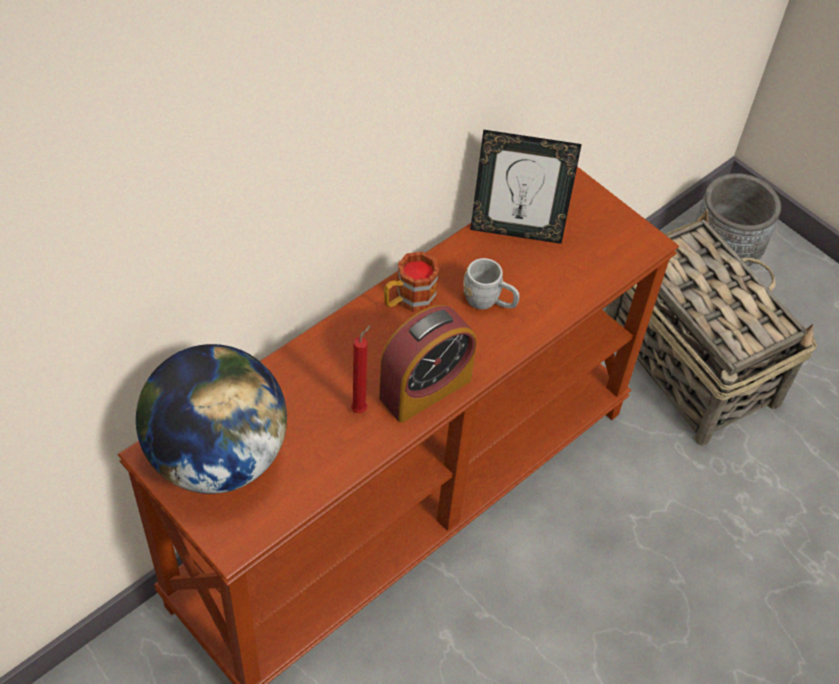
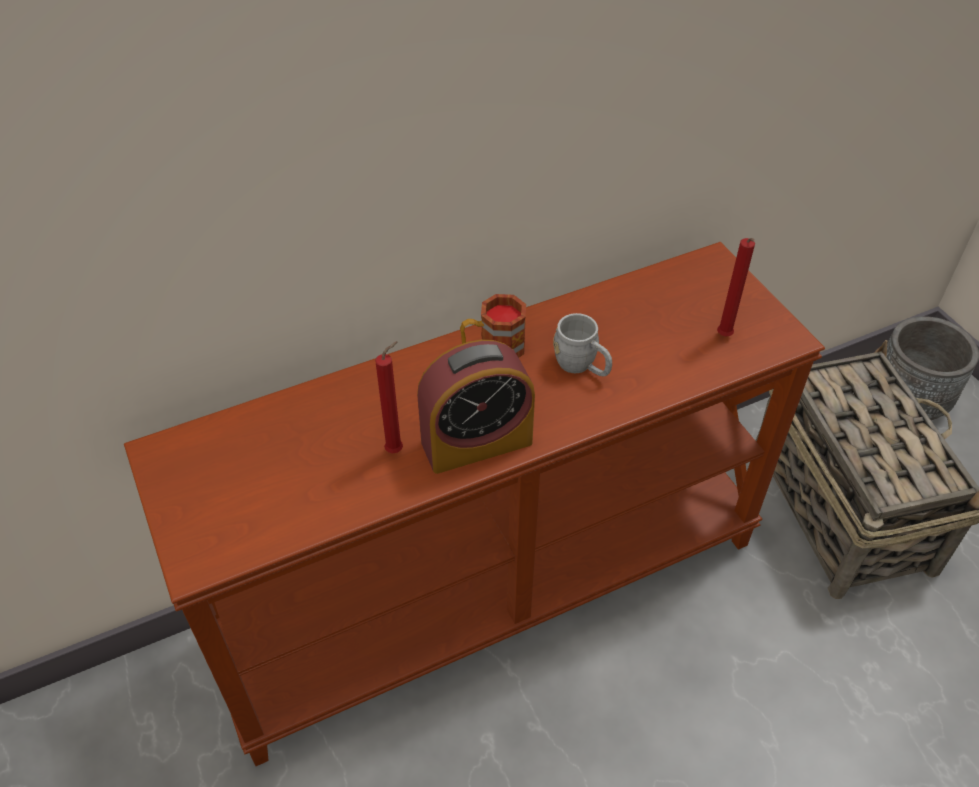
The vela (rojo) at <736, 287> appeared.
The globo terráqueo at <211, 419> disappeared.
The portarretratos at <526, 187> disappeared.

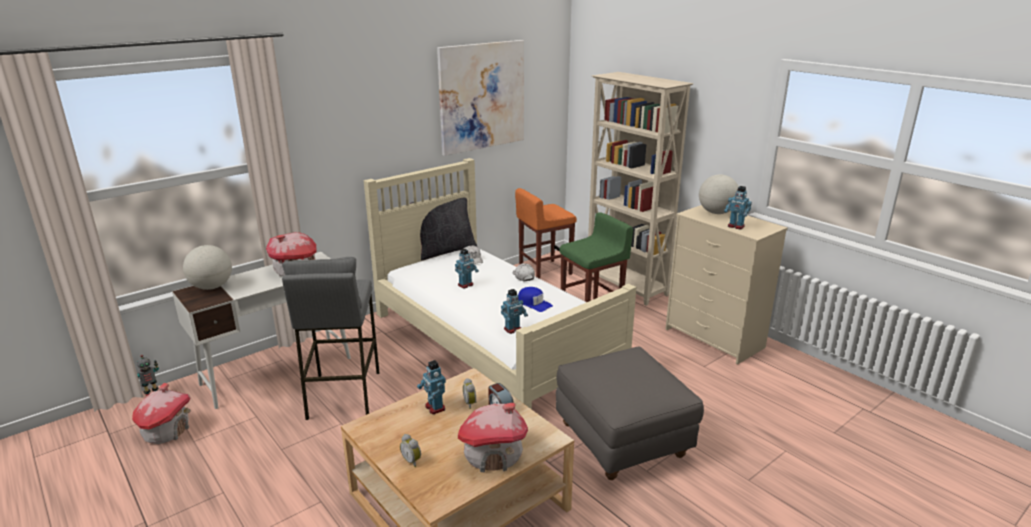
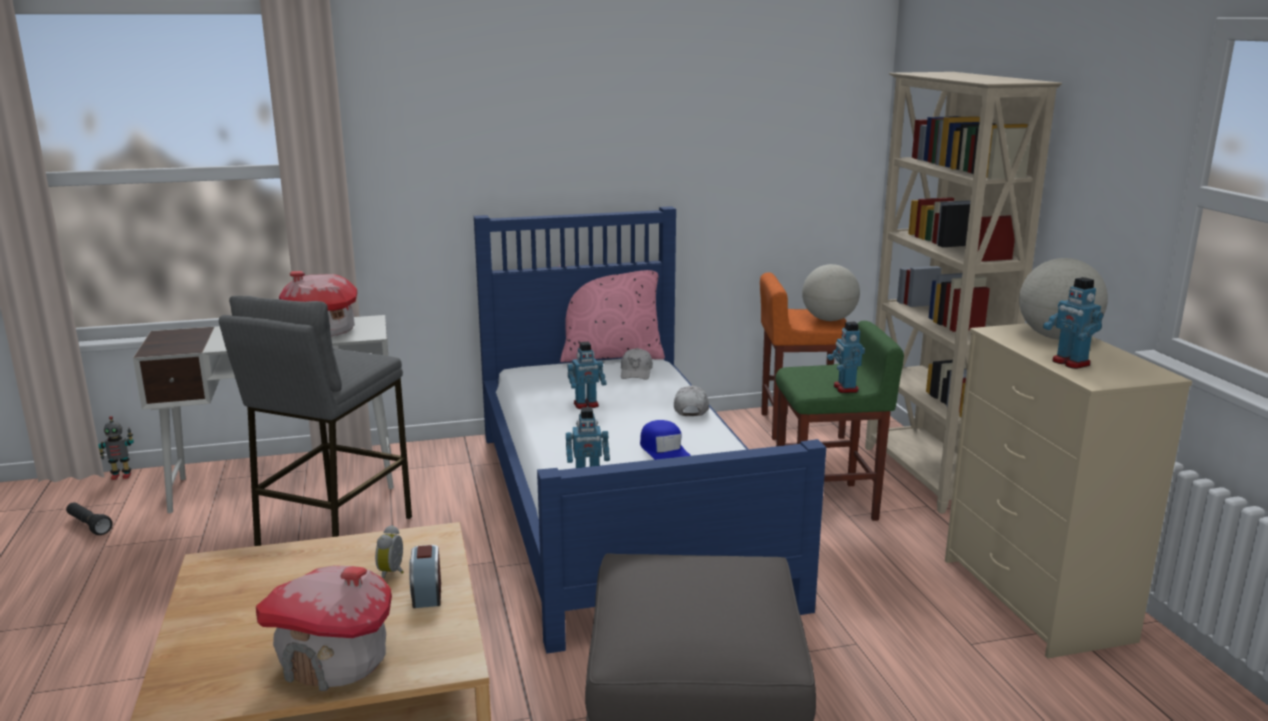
The casita at <161, 413> was replaced by the linterna (negro) at <89, 518>.
The cama (beis) at <500, 283> became the cama (azul) at <650, 430>.
The cojín (negro) at <444, 229> became the cojín (rosa) at <611, 314>.
The globo terráqueo moved from <207, 267> to <831, 292>.
The robot de juguete moved from <431, 387> to <846, 357>.
The despertador at <410, 450> disappeared.
The cuadro at <480, 98> disappeared.

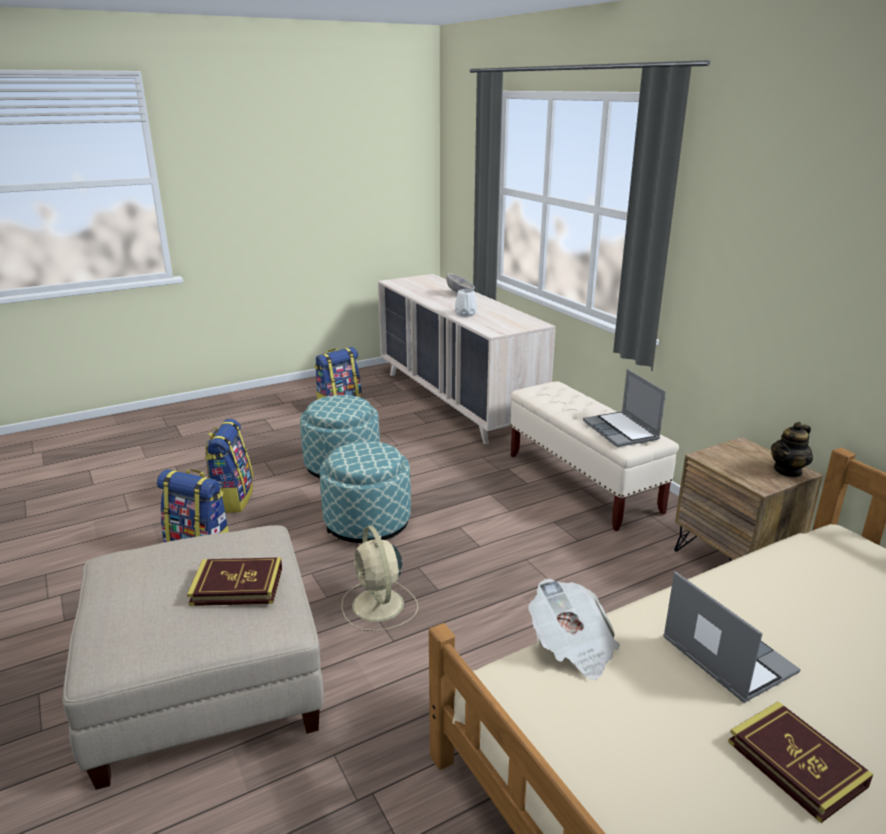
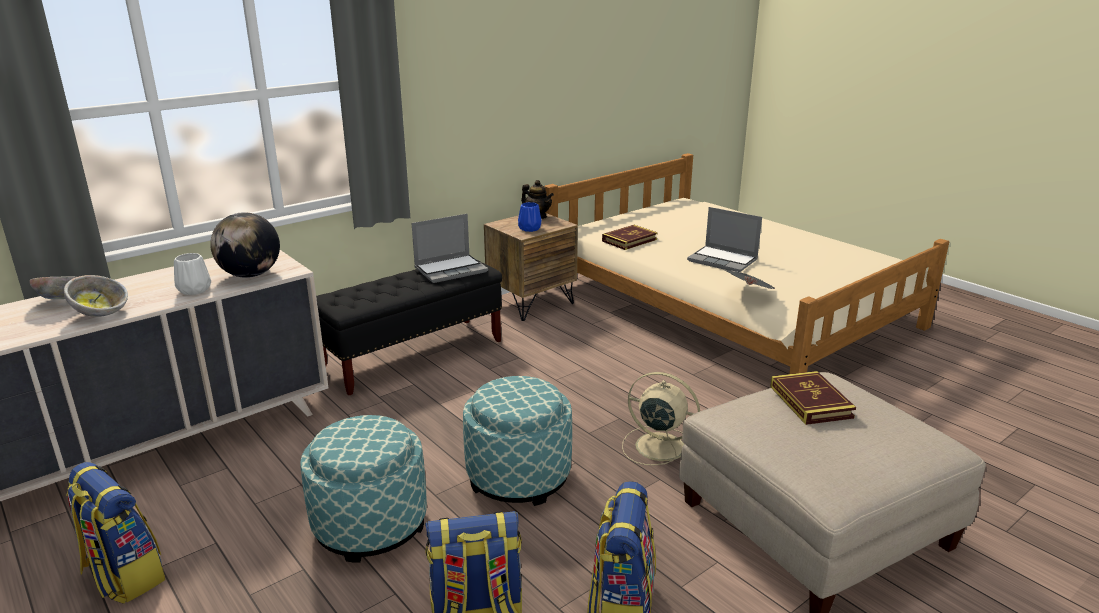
The cuenco at <96, 296> appeared.
The globo terráqueo at <245, 245> appeared.
The banco (beis) at <594, 456> became the banco (negro) at <409, 327>.
The florero (azul) at <530, 217> appeared.
The libro moved from <800, 762> to <630, 237>.
The ventilador (beis) at <379, 578> turned 120 degrees counterclockwise.
The portátil at <732, 637> turned 105 degrees counterclockwise.

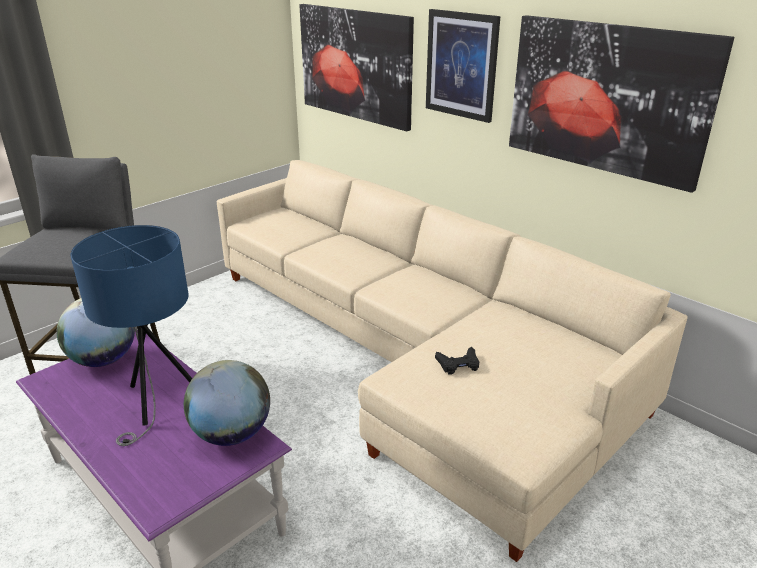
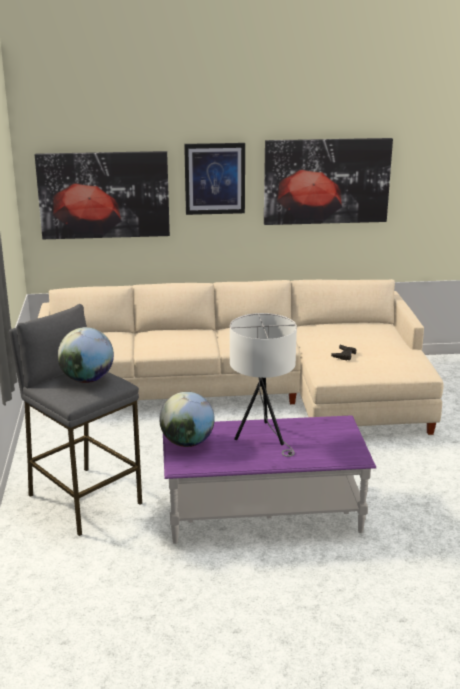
The globo terráqueo moved from <227, 403> to <85, 355>.
The lámpara de mesa (azul) at <131, 335> became the lámpara de mesa (blanco) at <263, 385>.

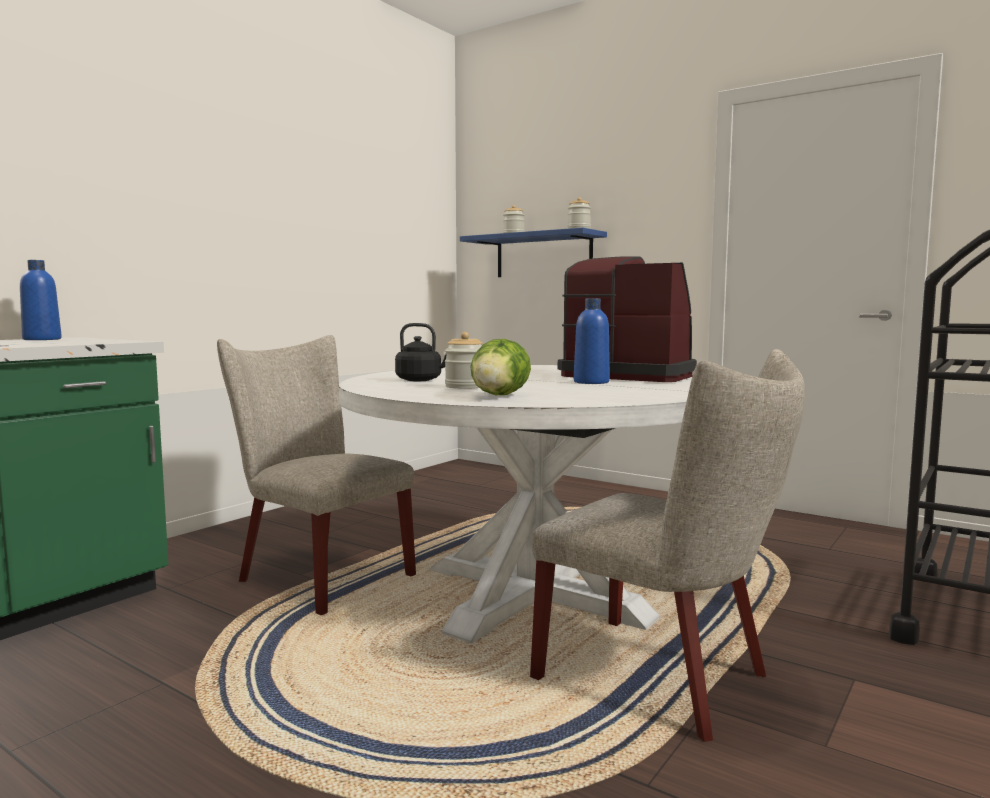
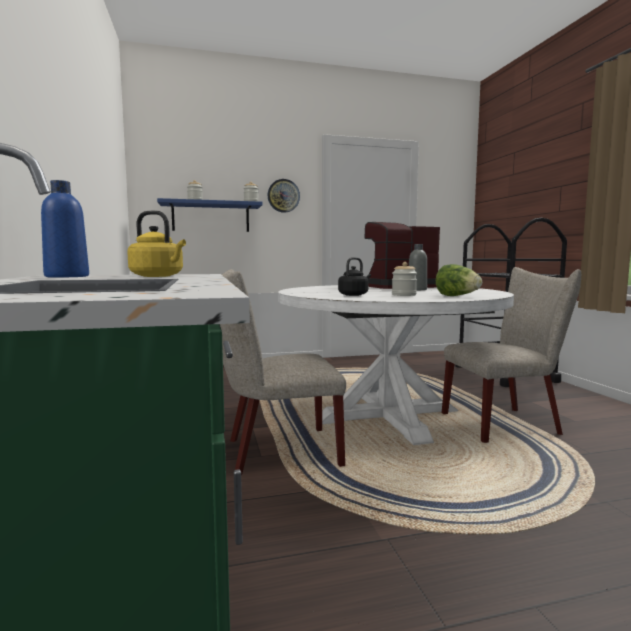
The hervidor (amarillo) at <156, 244> appeared.
The reloj de pared at <283, 196> appeared.
The botella (azul) at <592, 341> became the botella (gris) at <418, 267>.

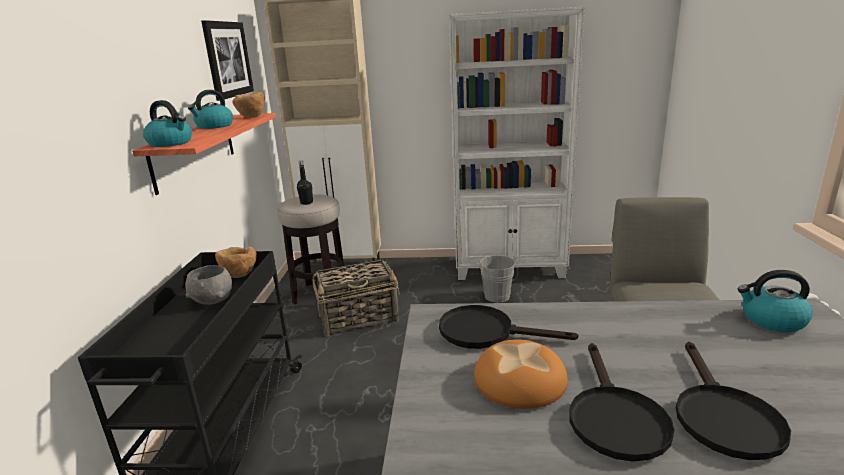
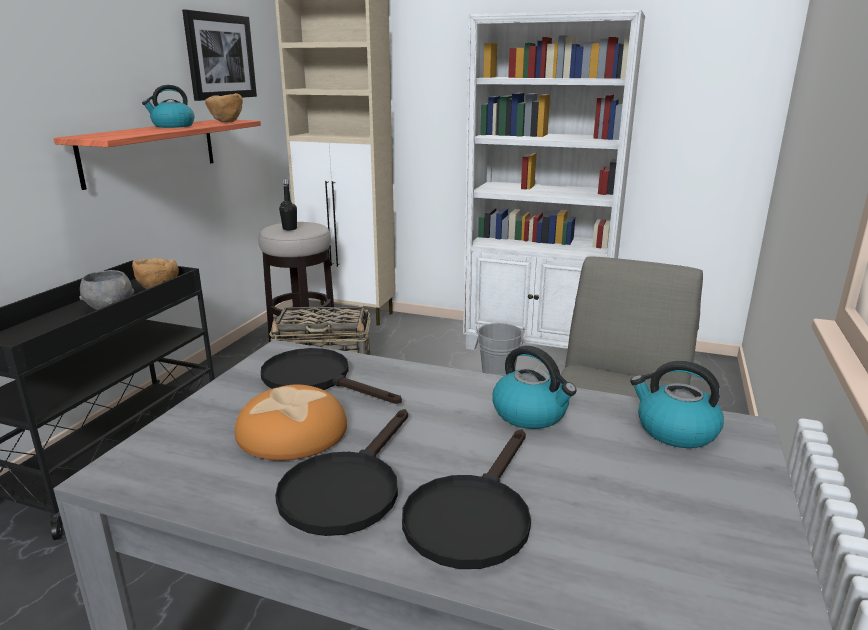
The hervidor moved from <167, 123> to <534, 387>.

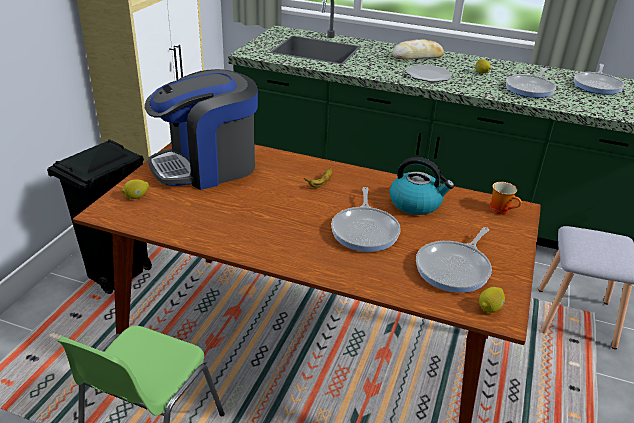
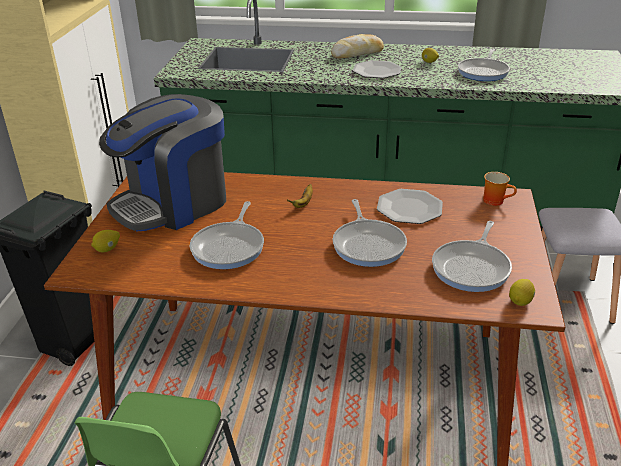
The sartén moved from <599, 79> to <227, 235>.
The hervidor at <421, 186> was replaced by the plato at <410, 206>.

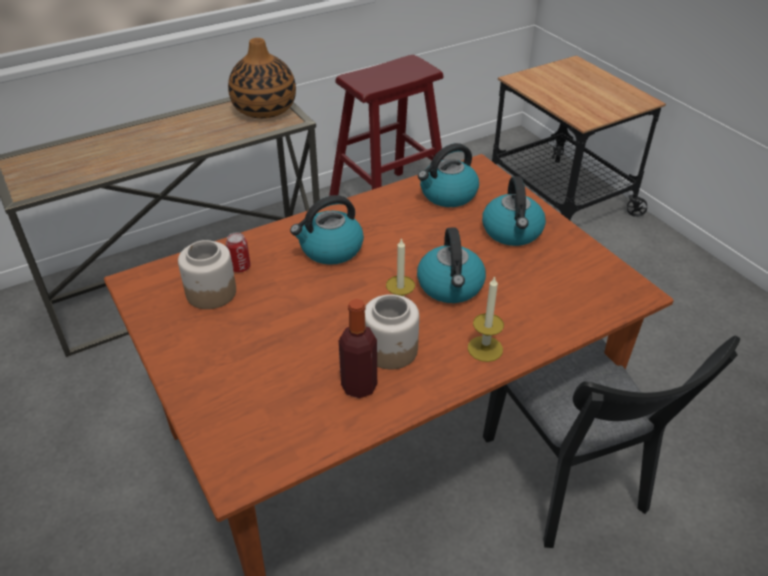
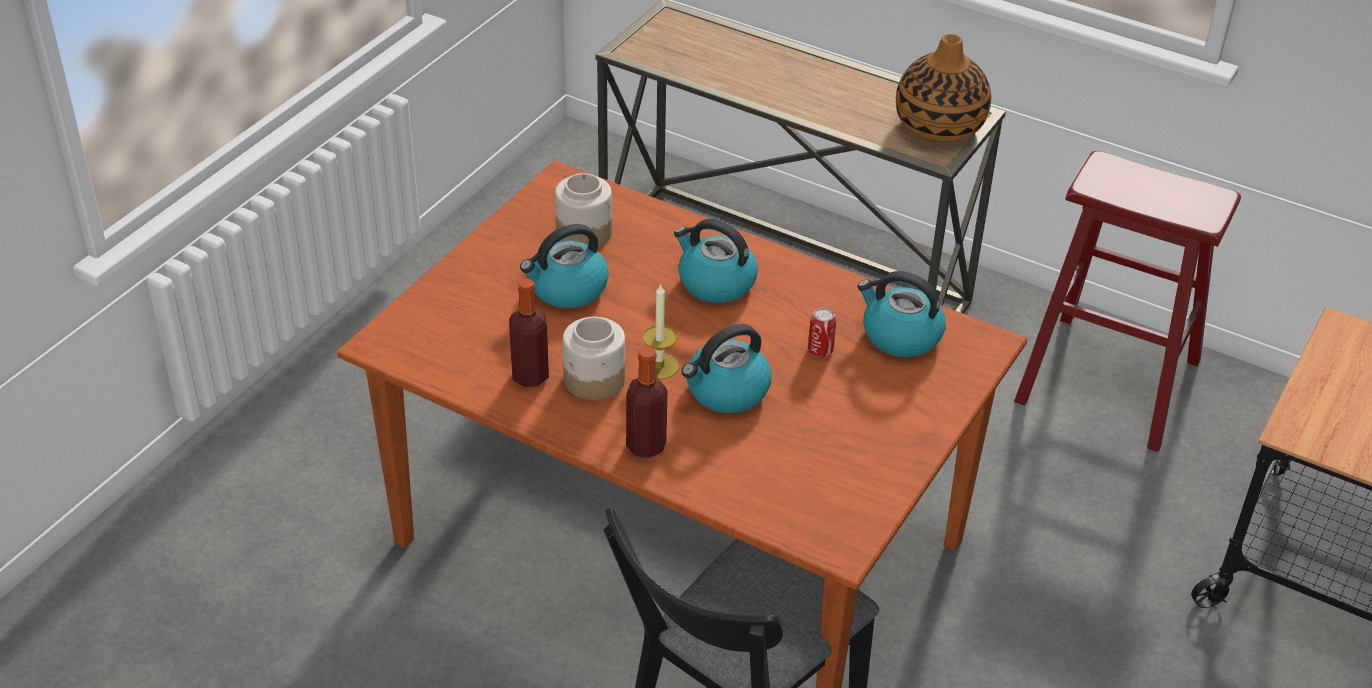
The hervidor moved from <514, 211> to <564, 266>.
The vela at <486, 319> was replaced by the botella at <646, 402>.
The lata moved from <238, 252> to <822, 332>.

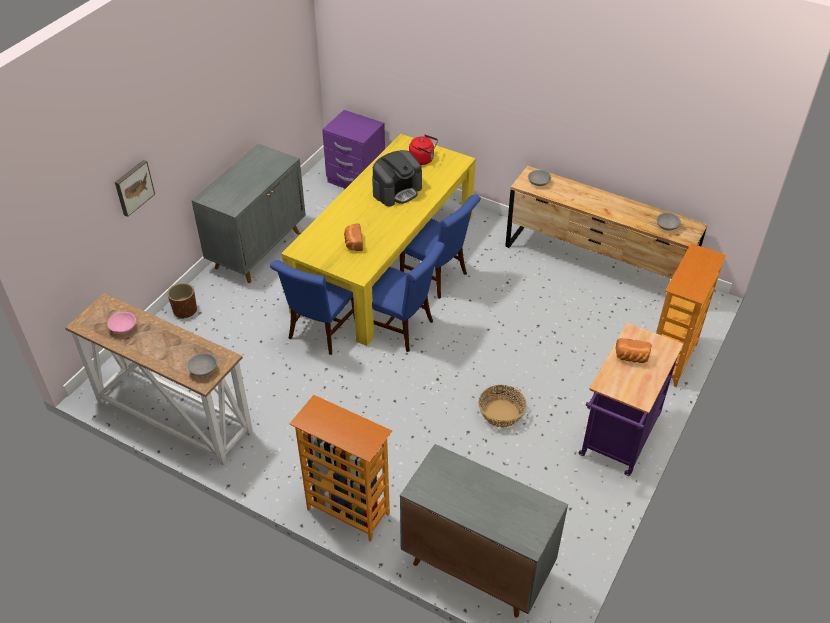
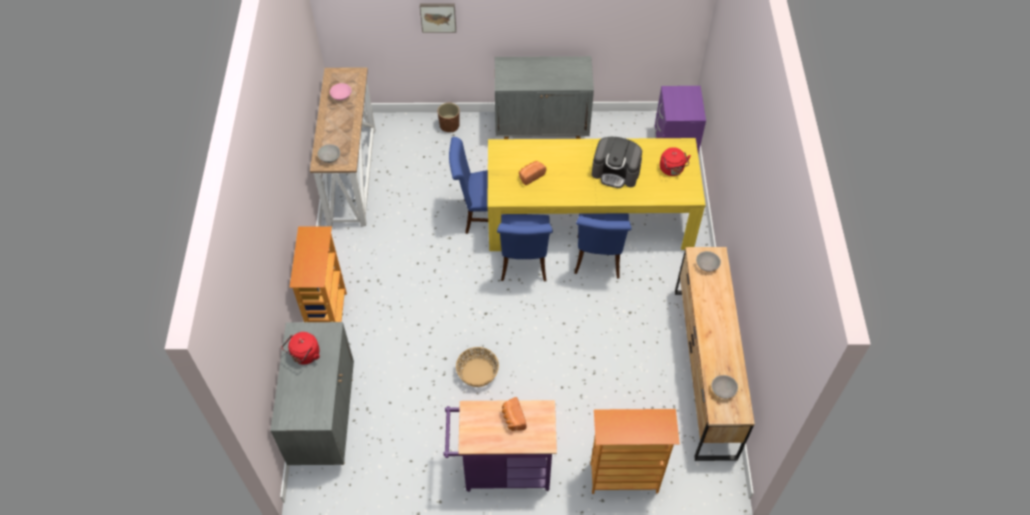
The hervidor (rojo) at <301, 348> appeared.

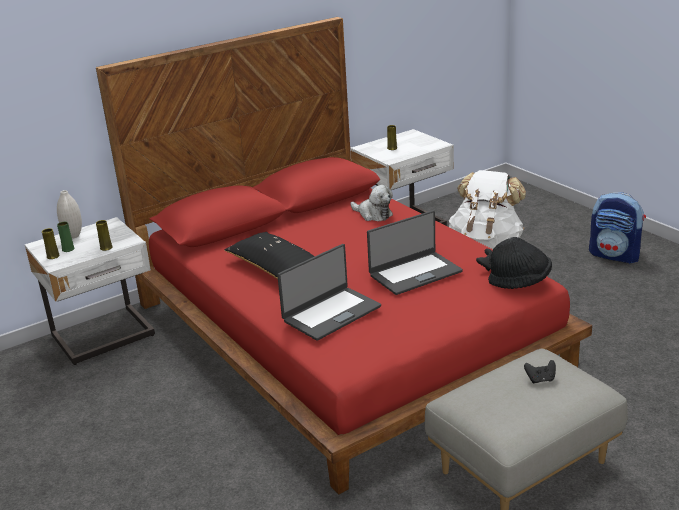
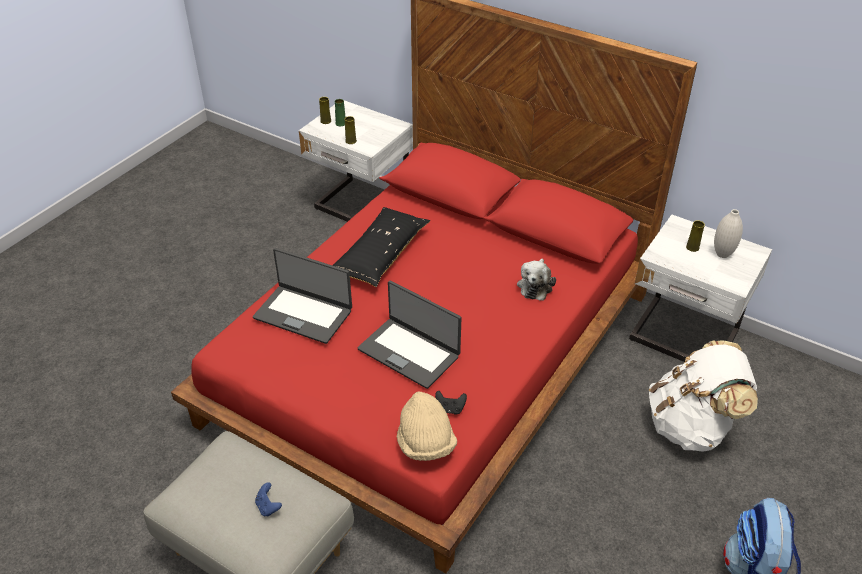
The mando de consola (negro) at <540, 372> became the mando de consola (azul) at <268, 499>.
The sombrero (negro) at <520, 263> became the sombrero (beis) at <427, 426>.
The florero (blanco) moved from <69, 214> to <728, 233>.

